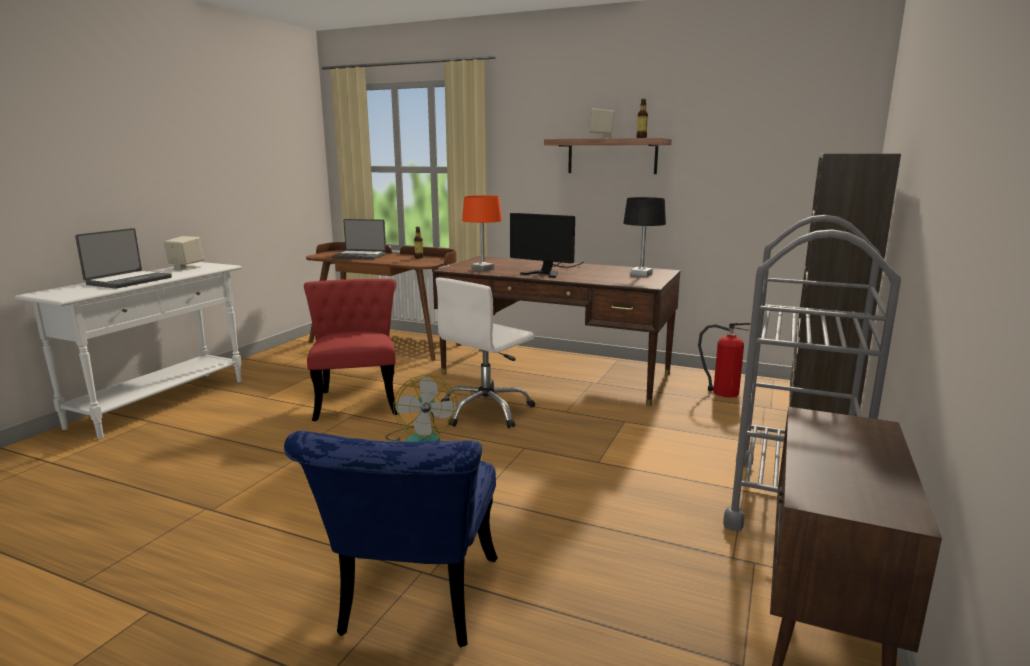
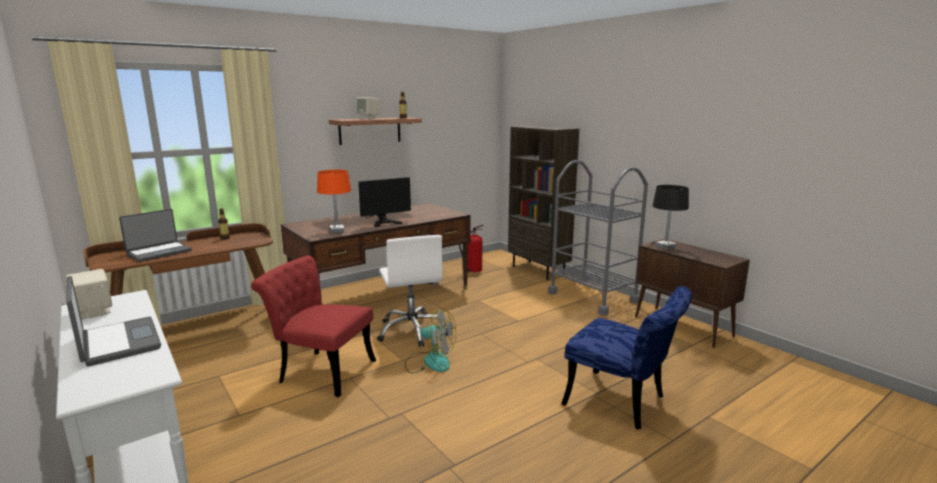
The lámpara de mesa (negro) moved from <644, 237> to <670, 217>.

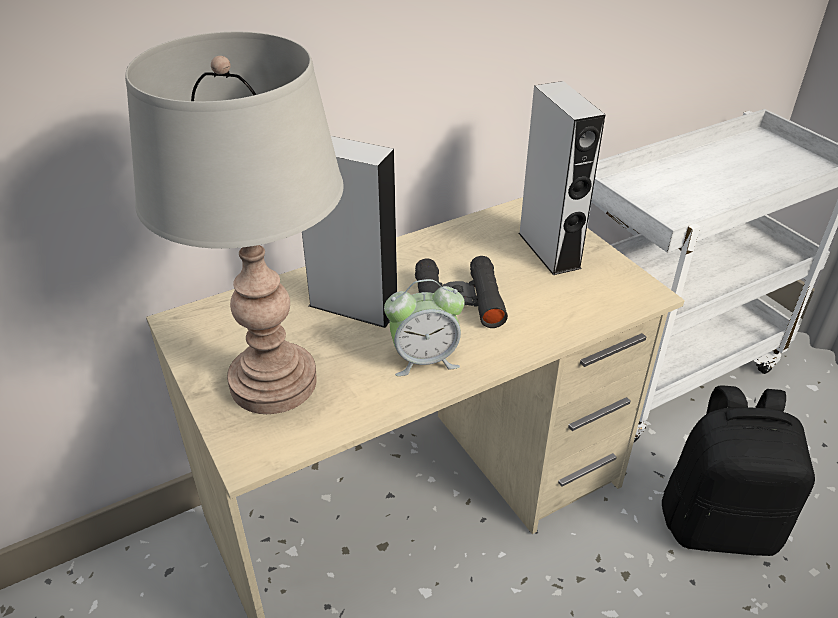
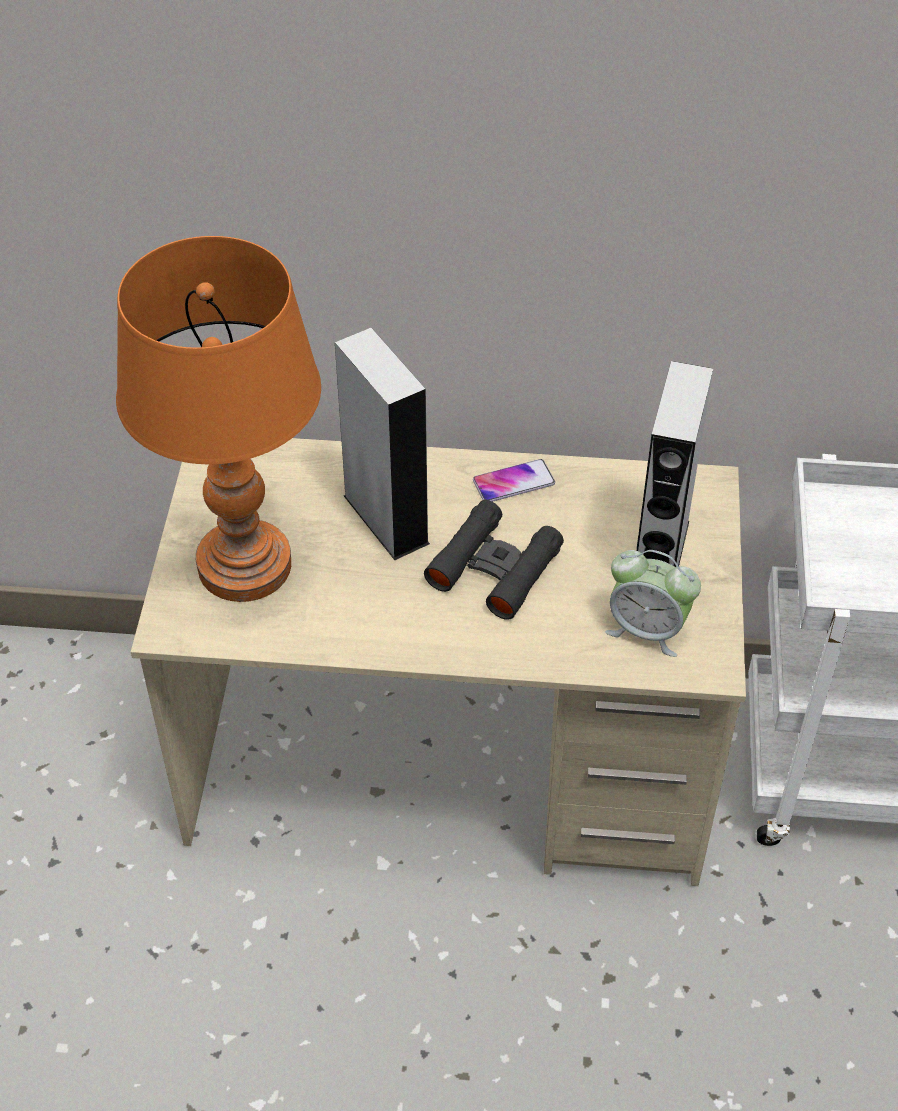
The lámpara de mesa (gris) at <234, 223> became the lámpara de mesa (naranja) at <218, 419>.
The móvil at <514, 480> appeared.
The despertador moved from <424, 327> to <653, 603>.
The mochila (negro) at <738, 470> disappeared.

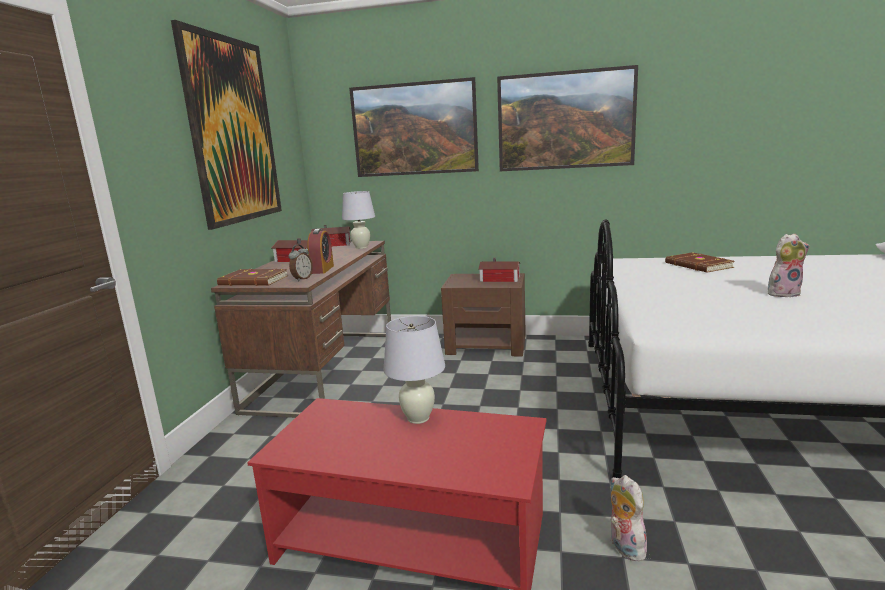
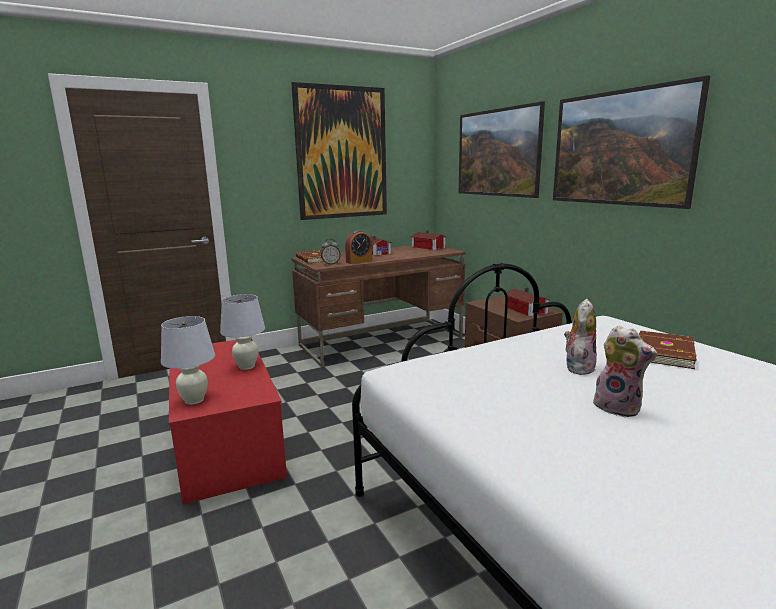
The lámpara de mesa (blanco) moved from <358, 220> to <188, 360>.
The peluche moved from <628, 518> to <580, 337>.

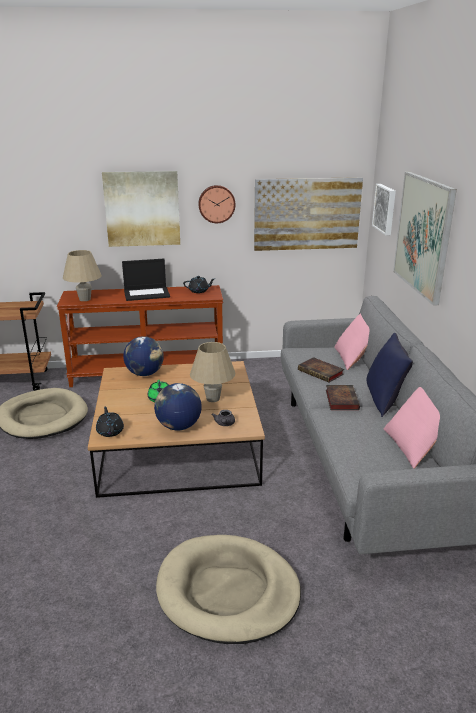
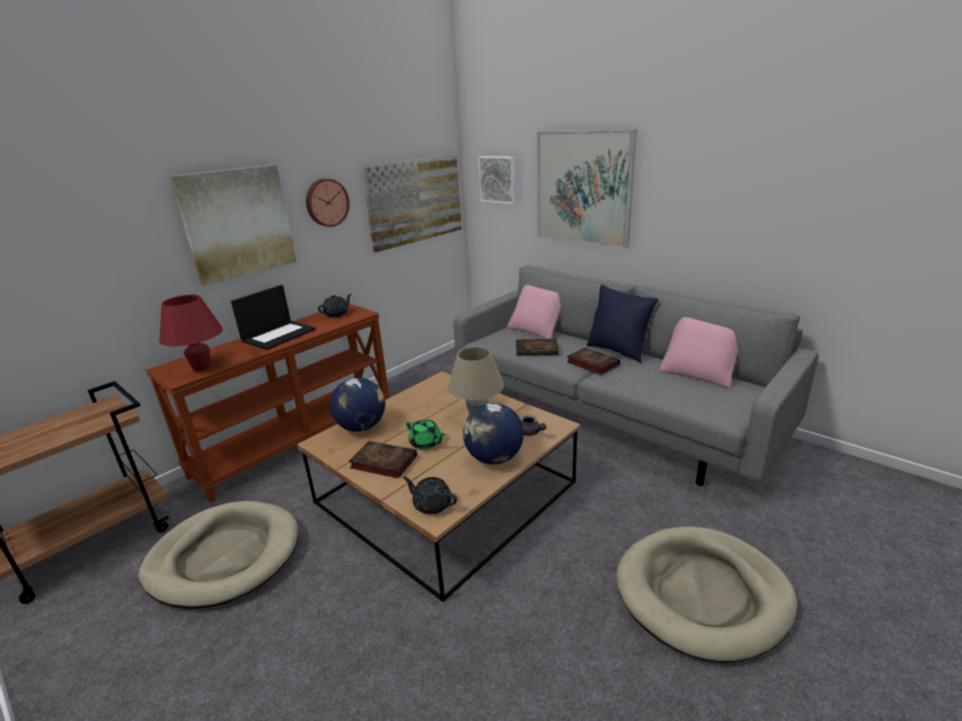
The lámpara de mesa (beis) at <82, 275> became the lámpara de mesa (rojo) at <191, 332>.
The libro at <382, 460> appeared.

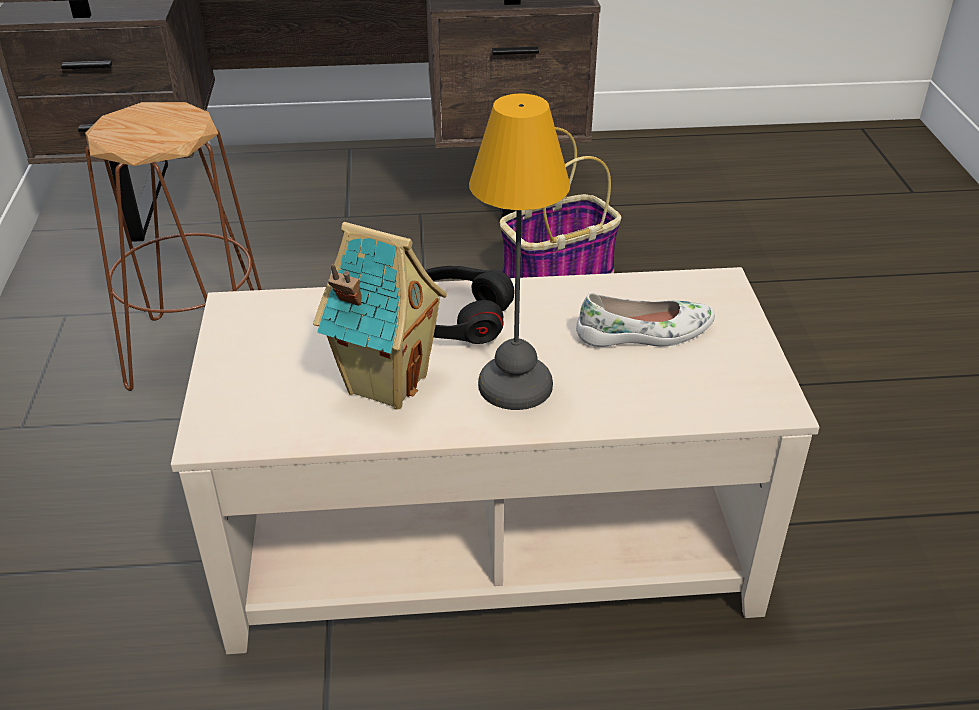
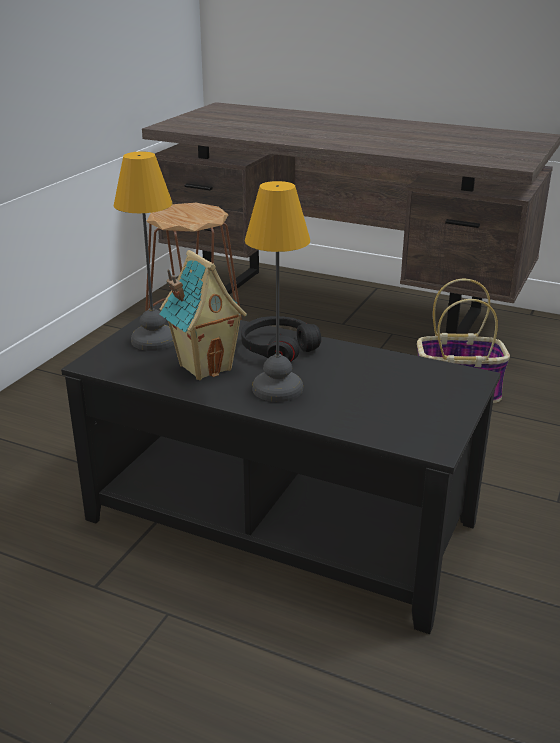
The mesa de centro (beis) at <495, 460> became the mesa de centro (negro) at <281, 468>.
The lámpara de mesa at <144, 251> appeared.
The zapato (blanco) at <645, 320> disappeared.

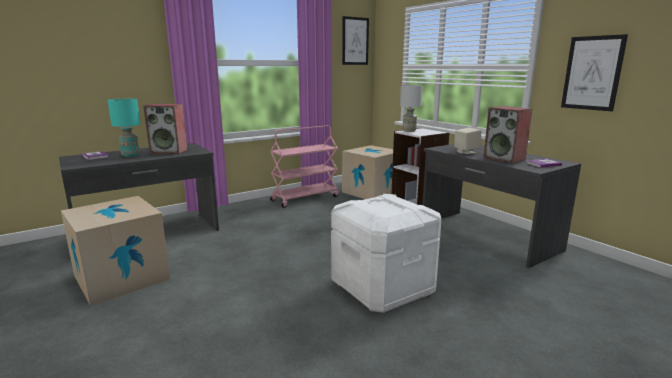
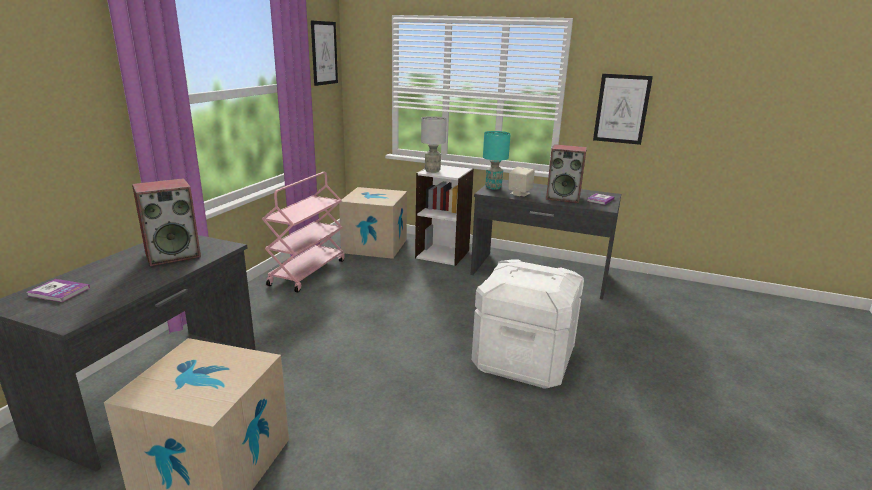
The lámpara de mesa (turquesa) moved from <124, 128> to <497, 160>.

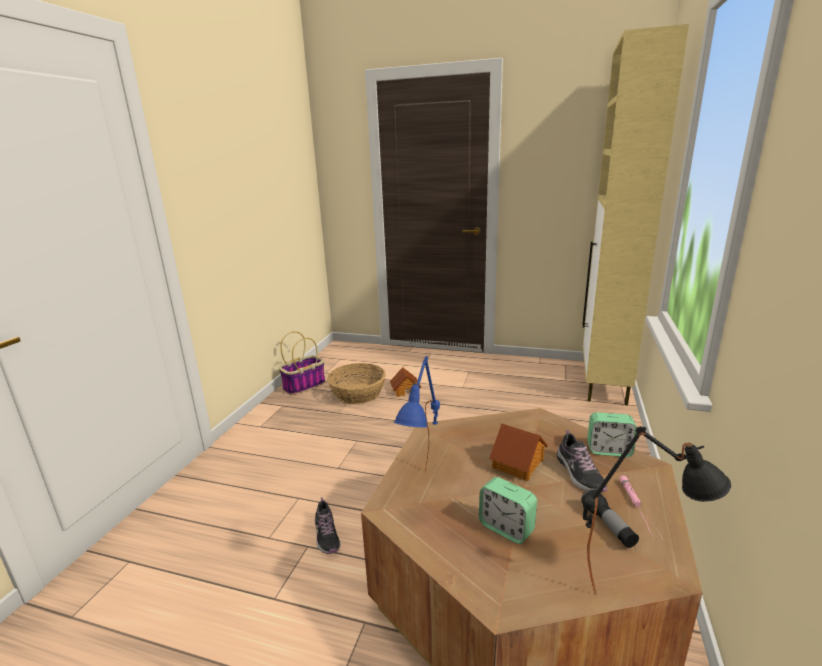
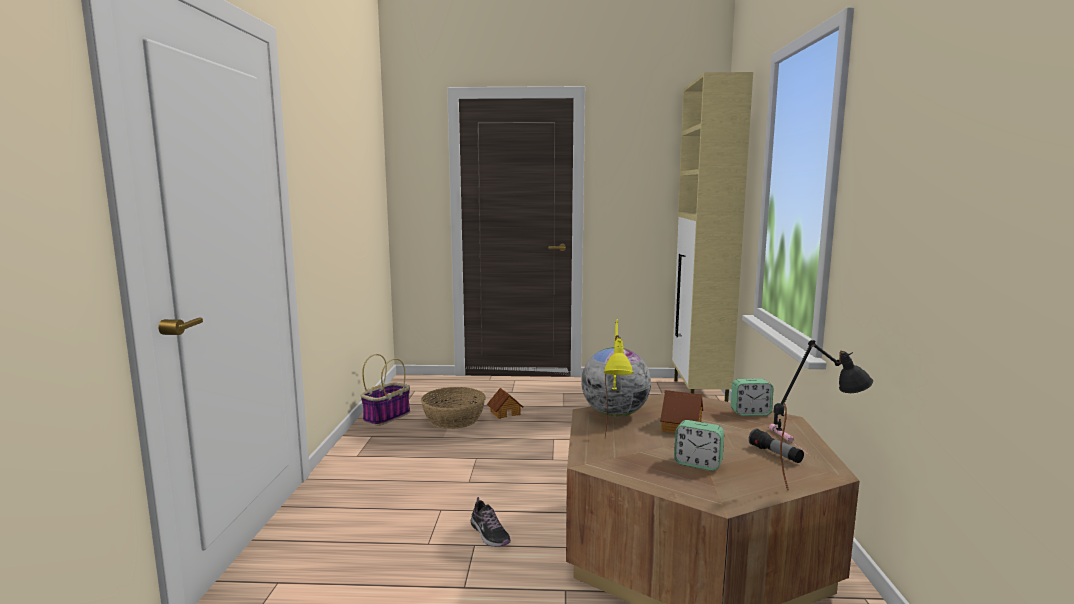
The globo terráqueo at <616, 382> appeared.
The lámpara de mesa (azul) at <417, 414> became the lámpara de mesa (amarillo) at <618, 378>.
The zapato at <582, 460> disappeared.

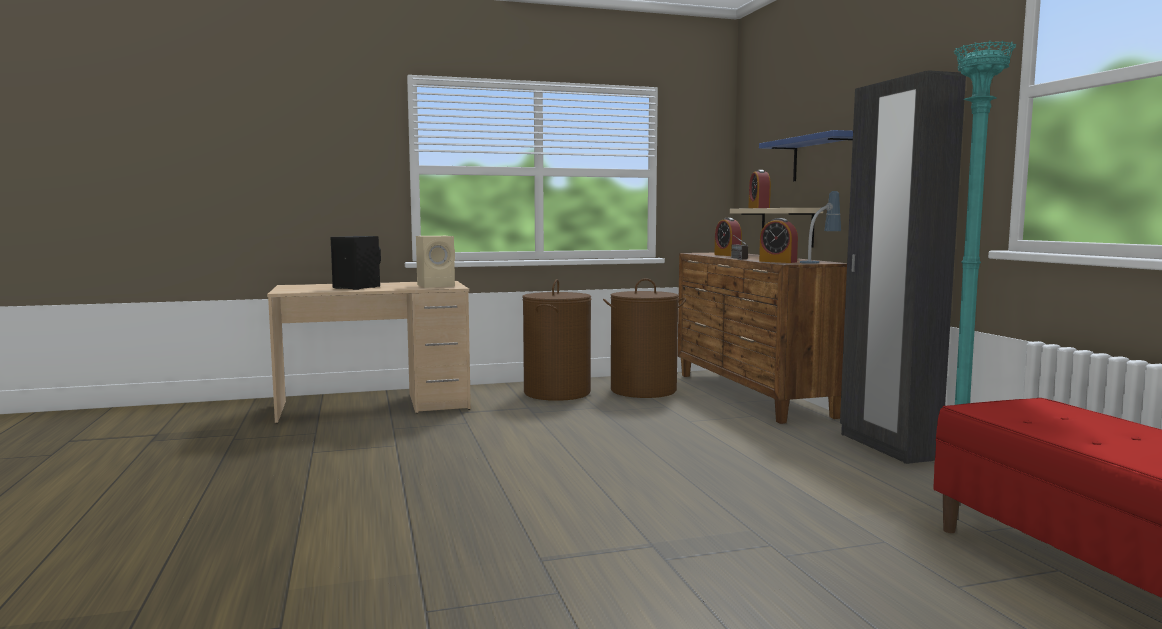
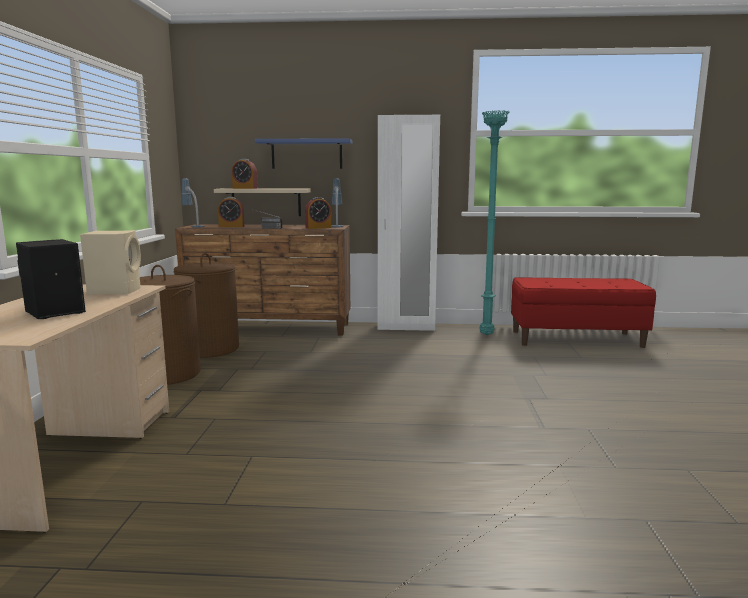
The lámpara de mesa at <193, 203> appeared.
The armario ropero (negro) at <903, 267> became the armario ropero (blanco) at <409, 223>.

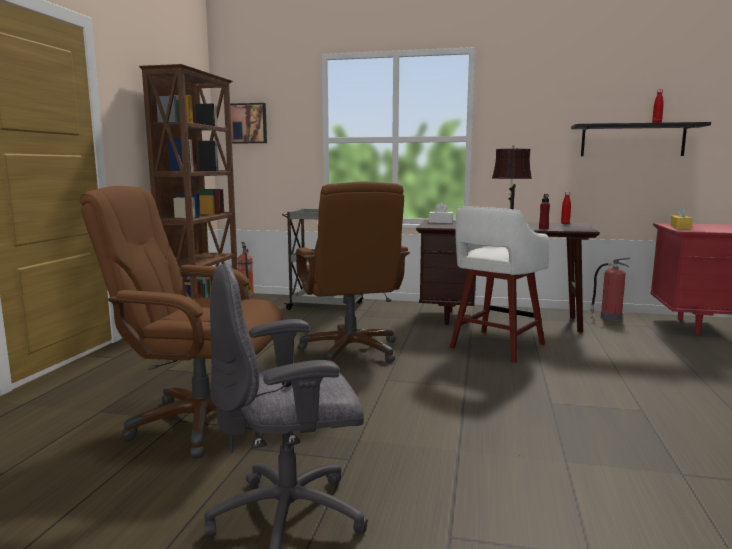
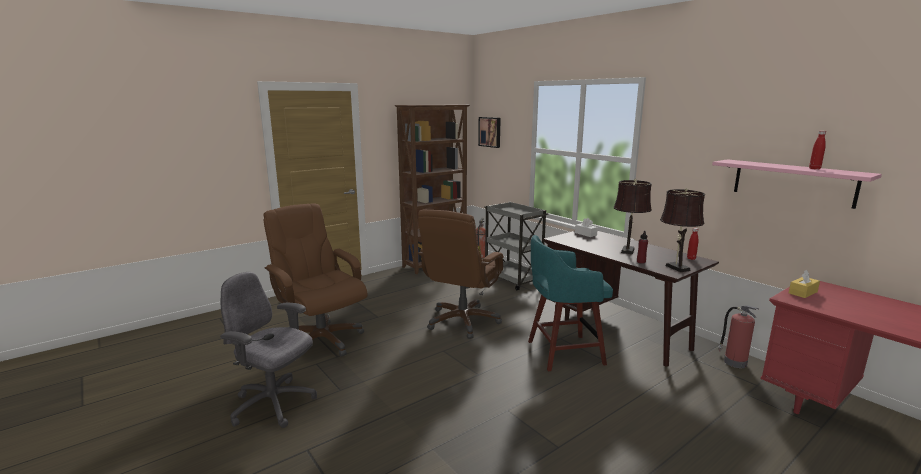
The taburete (blanco) at <499, 284> became the taburete (turquesa) at <570, 303>.
The lámpara de mesa (marrón) at <682, 230> appeared.
The estante (negro) at <641, 139> became the estante (rosa) at <797, 184>.

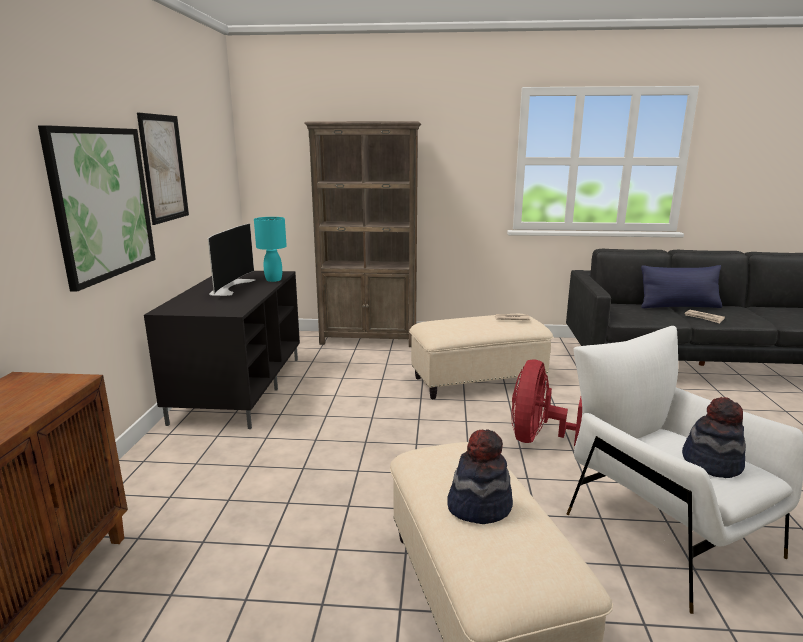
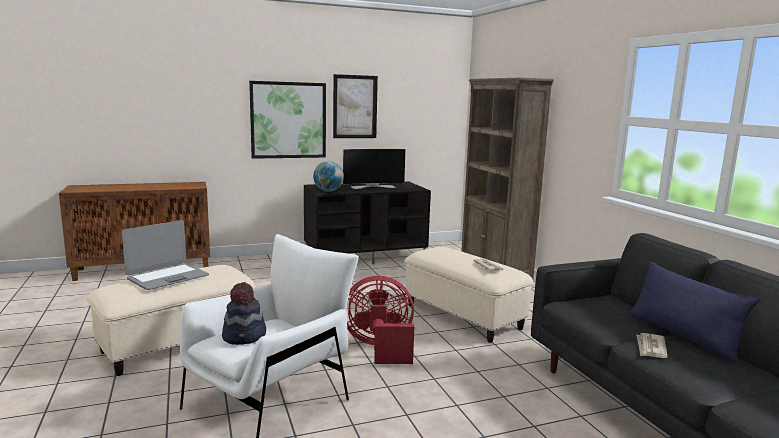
The sombrero at <480, 476> was replaced by the portátil at <165, 255>.
The globo terráqueo at <328, 176> appeared.
The lámpara de mesa (turquesa) at <270, 249> disappeared.

